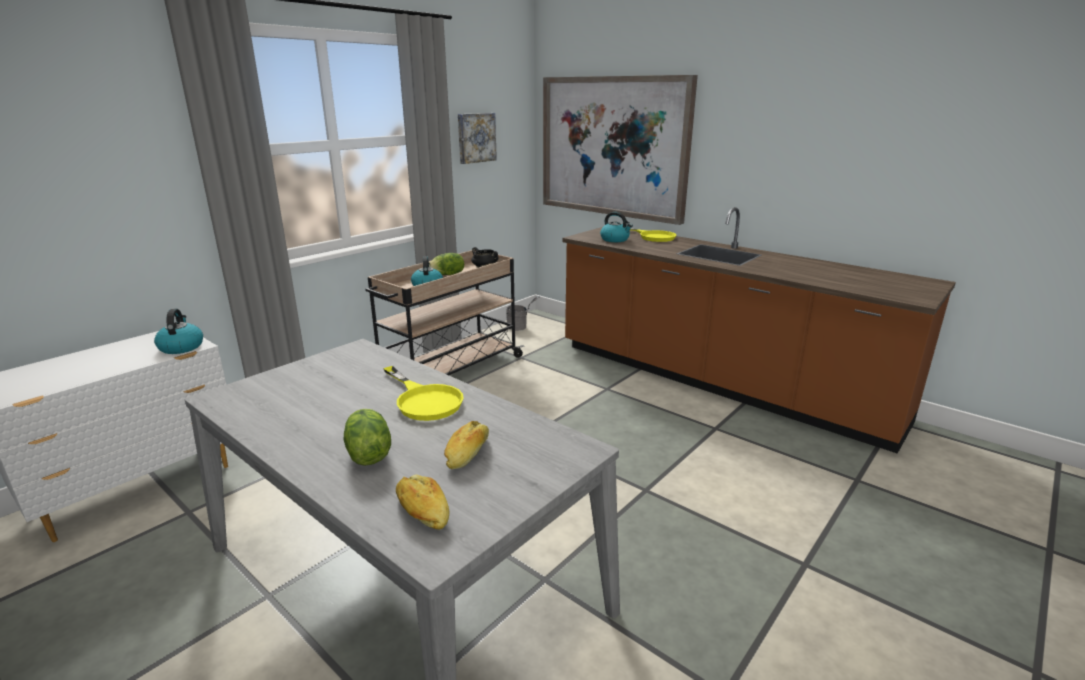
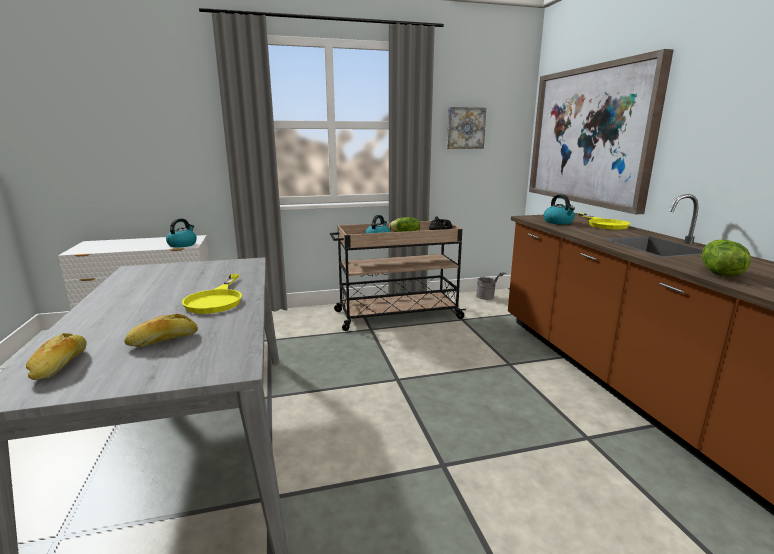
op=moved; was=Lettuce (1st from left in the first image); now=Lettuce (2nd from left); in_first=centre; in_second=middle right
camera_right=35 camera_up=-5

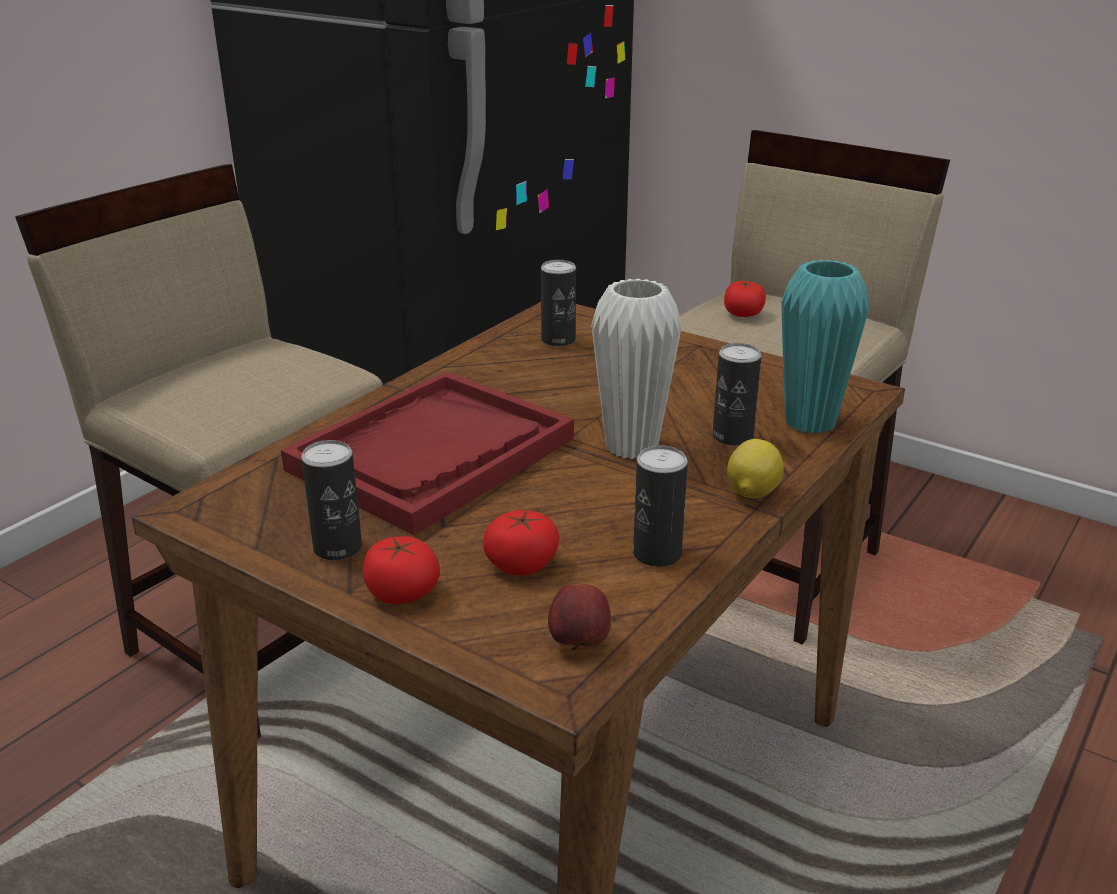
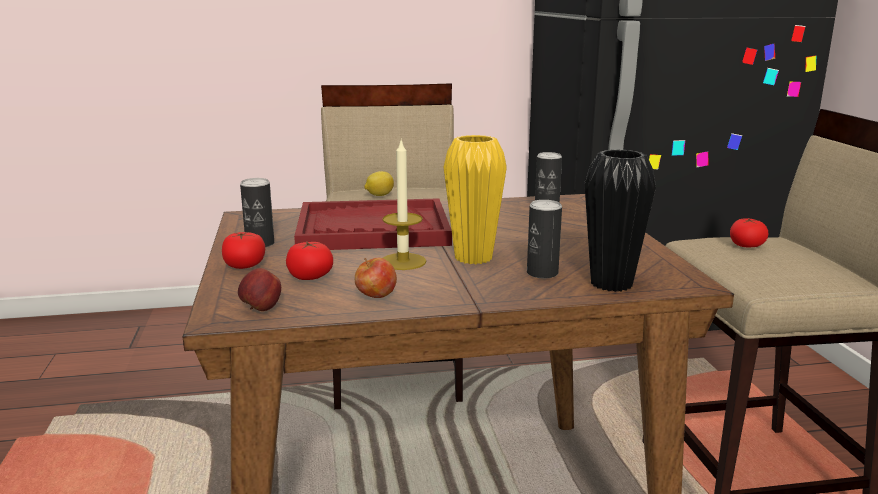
op=added; now=Candle; in_second=centre
op=moved; was=Lemon; in_first=middle right; in_second=centre
op=replaced; was=Can (3rd from left); now=Apple (2nd from left); in_first=centre; in_second=centre
op=recoloured; was=WhiteVase; now=YellowVase; in_first=centre; in_second=centre
op=recoloured; was=TurquoiseVase; now=BlackVase; in_first=middle right; in_second=middle right
camera_right=45 camera_up=-10

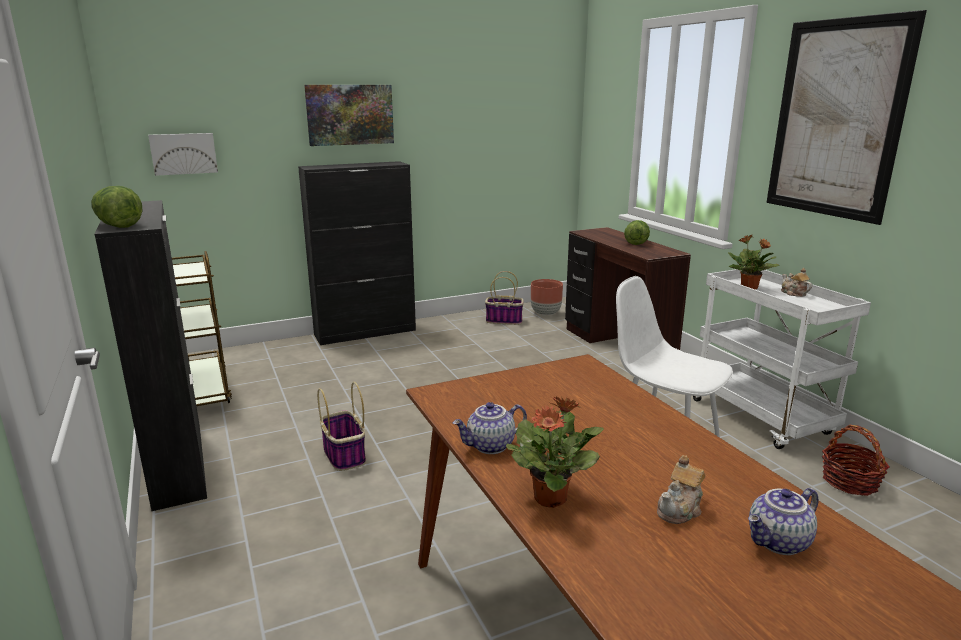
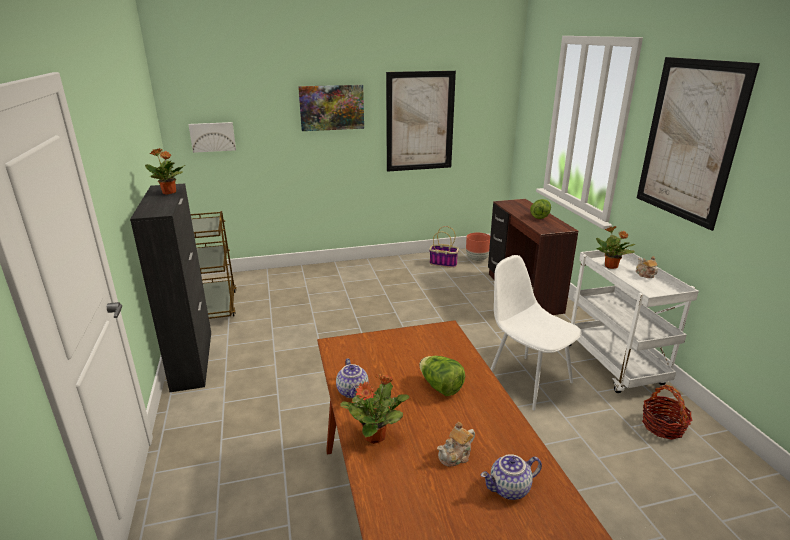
op=removed; was=BlackCabinet (2nd from left); in_first=centre
op=removed; was=Basket (1st from left); in_first=centre
op=added; now=PottedPlant (1st from left); in_second=top left
op=added; now=Picture (3rd from left); in_second=top centre
op=moved; was=Lettuce (1st from left); in_first=top left; in_second=bottom centre
op=turned; was=Teapot (1st from left); in_first=bottom centre; in_second=bottom centre; clockwise=-90
camera_right=10 camera_up=5

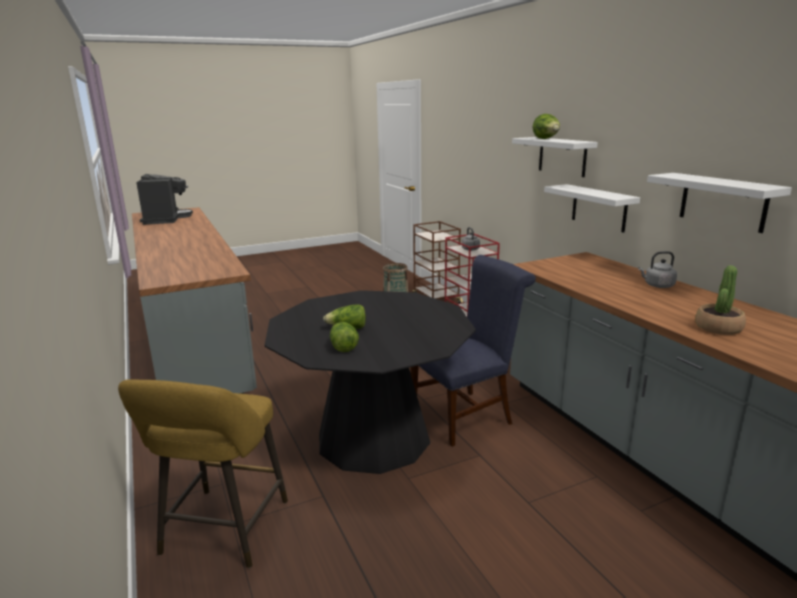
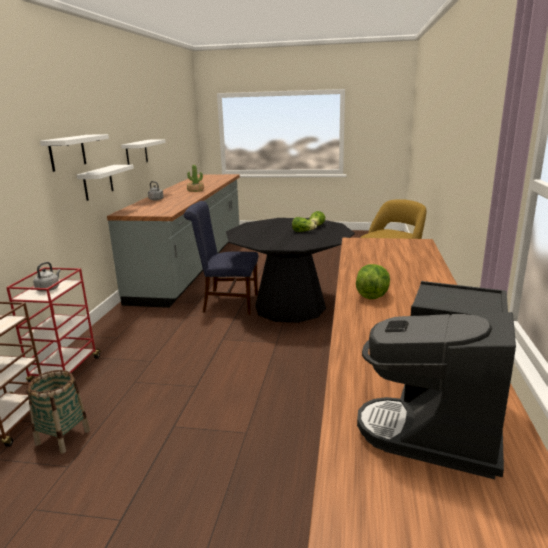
op=moved; was=Lettuce (3rd from left); in_first=top right; in_second=middle right
camera_right=-145 camera_up=0

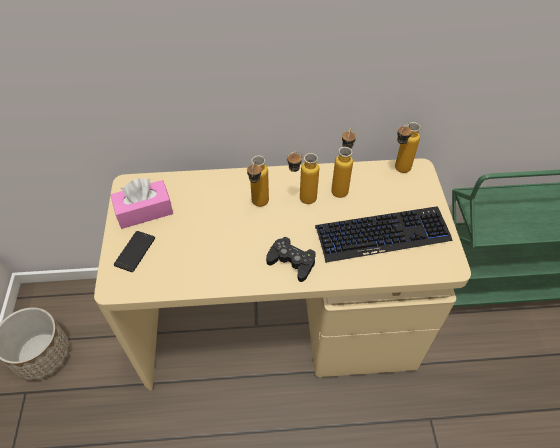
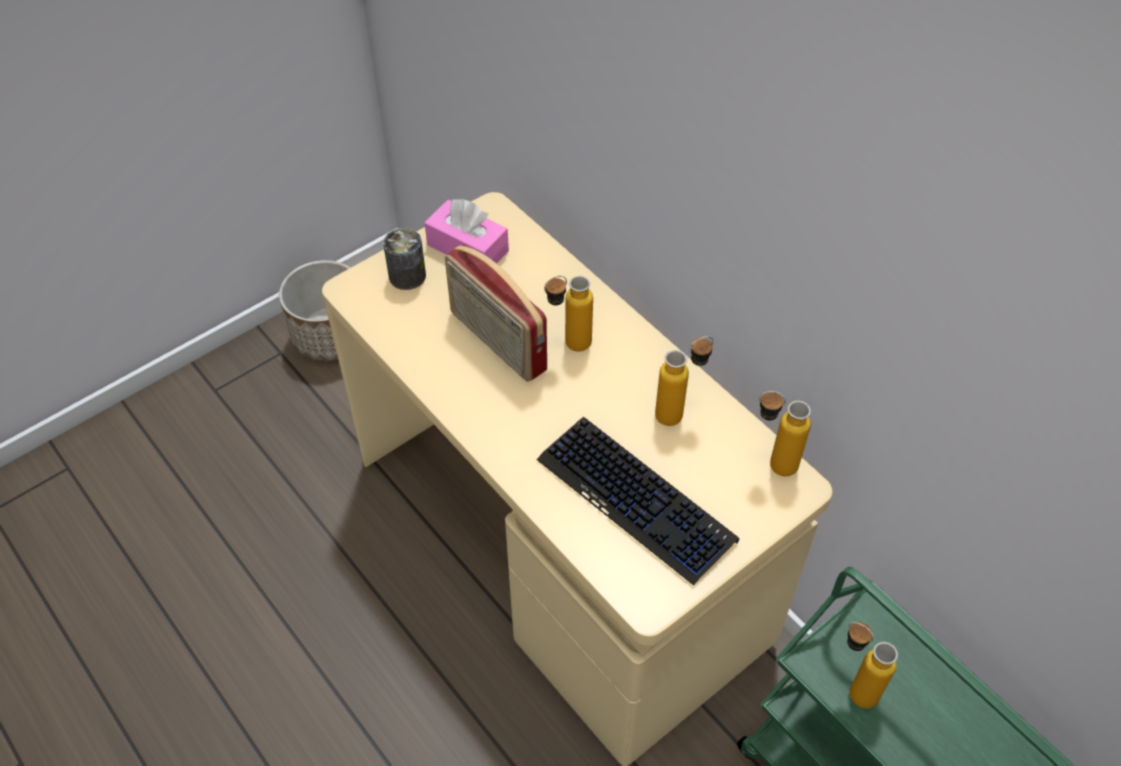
op=removed; was=BlackGameController; in_first=centre
op=added; now=Radio; in_second=centre
op=moved; was=Bottle (2nd from left in the first image); now=Bottle (4th from left); in_first=centre; in_second=bottom right
op=replaced; was=Phone; now=Can; in_first=middle left; in_second=centre
camera_right=55 camera_up=0

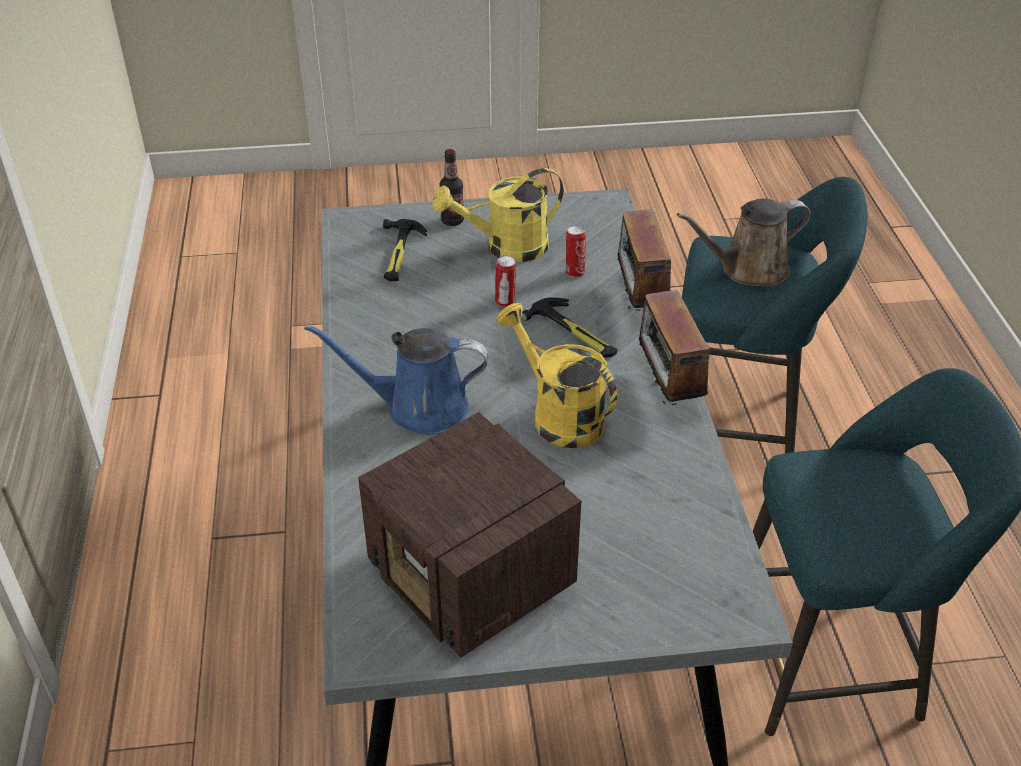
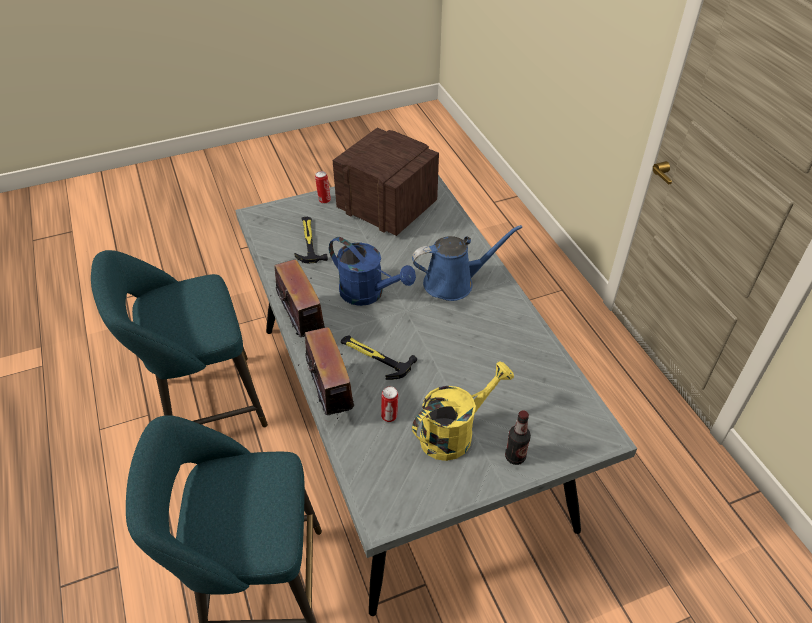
op=removed; was=BrownWateringCan; in_first=top right
op=moved; was=Hammer (1st from left); in_first=top centre; in_second=centre
op=moved; was=Can (1st from left); in_first=centre; in_second=top centre
op=recoloured; was=YellowWateringCan (2nd from left); now=BlueWateringCan (1st from left); in_first=centre; in_second=centre
camera_right=165 camera_up=5

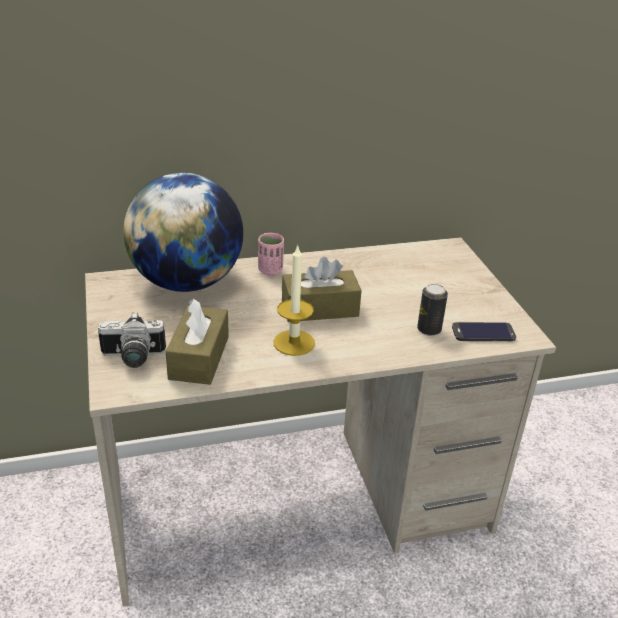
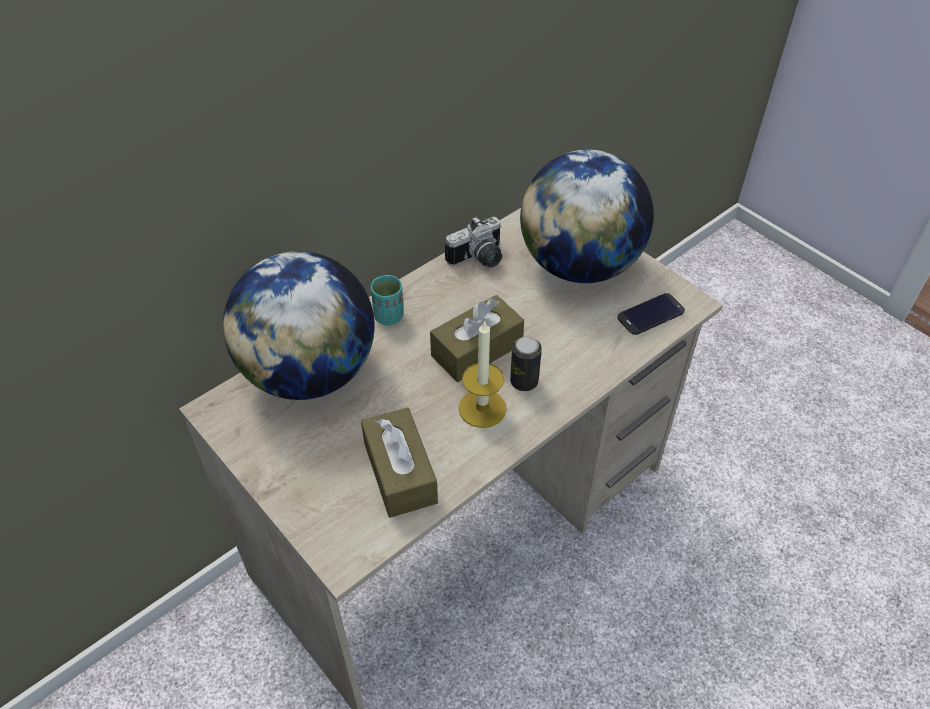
op=added; now=Globe (2nd from left); in_second=top centre
op=moved; was=PhotoCamera; in_first=middle left; in_second=centre
op=moved; was=Can; in_first=middle right; in_second=centre
op=recoloured; was=PinkCup; now=TurquoiseCup; in_first=centre; in_second=centre
camera_right=-25 camera_up=15

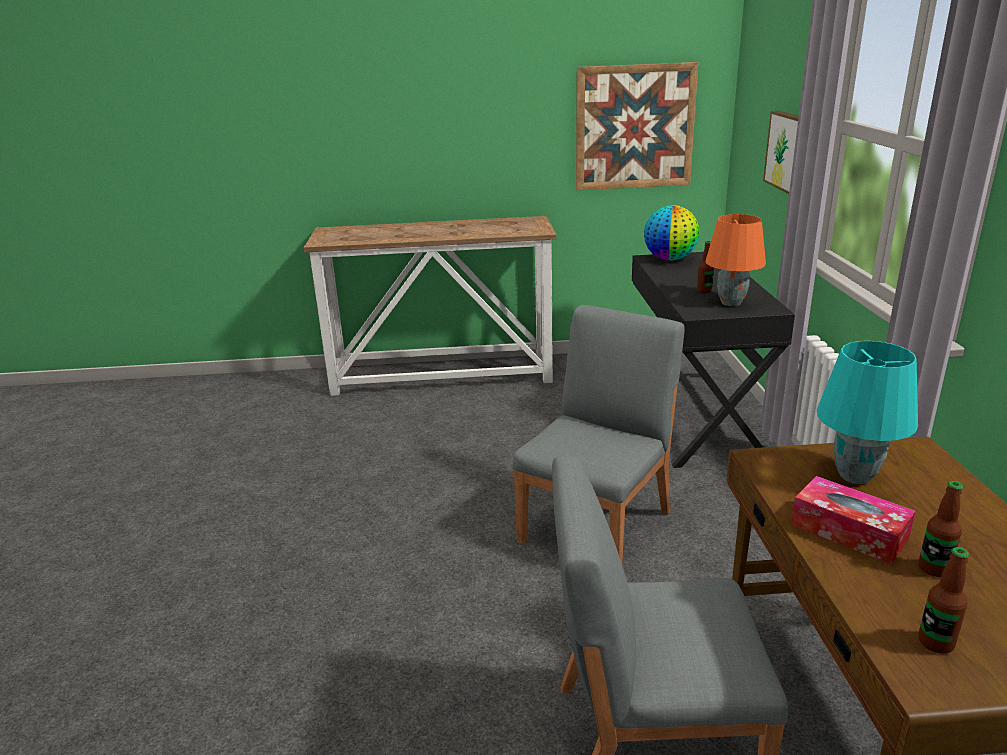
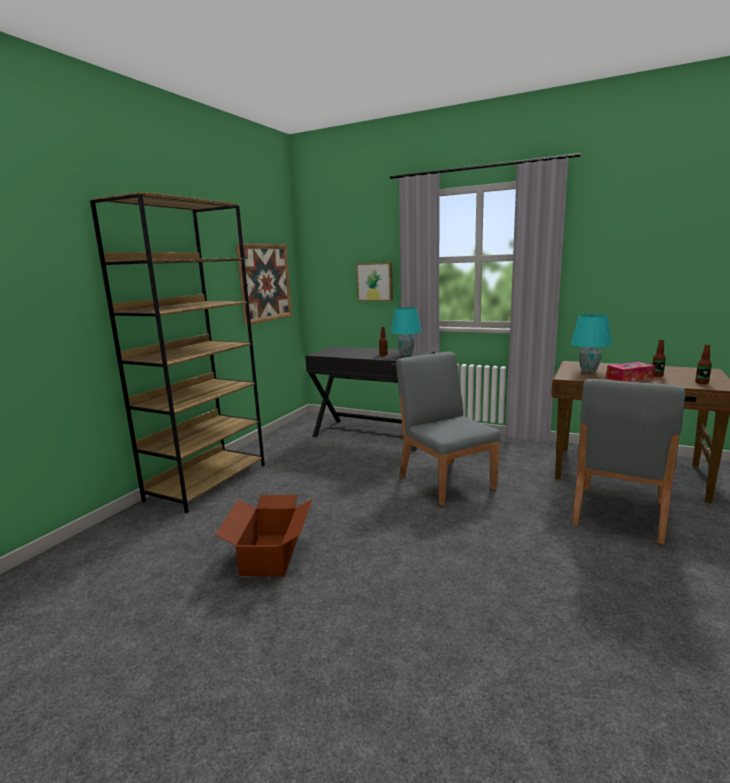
op=removed; was=Globe; in_first=top right
op=added; now=CardboardBox; in_second=bottom centre
op=replaced; was=ConsoleTable; now=BrownBookcase; in_first=centre; in_second=middle left
op=recoloured; was=OrangeTableLamp; now=TurquoiseTableLamp (1st from left); in_first=middle right; in_second=centre
camera_right=-60 camera_up=-10

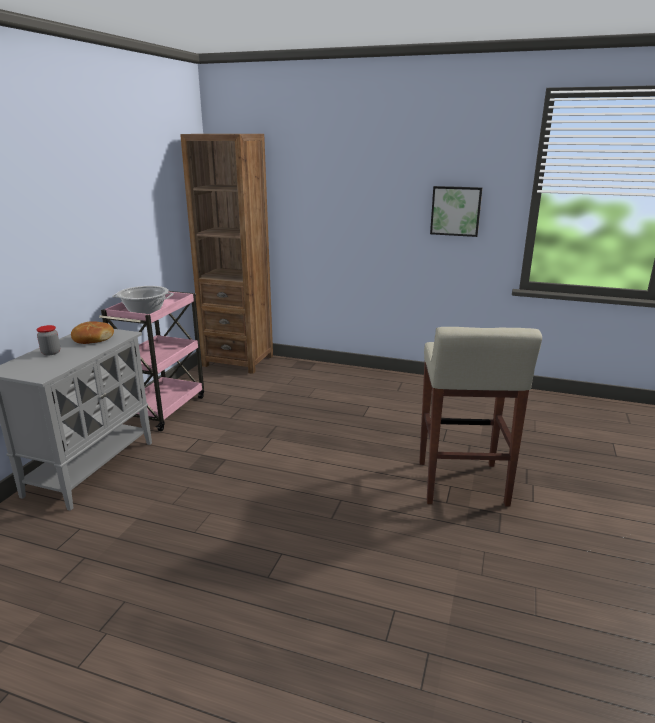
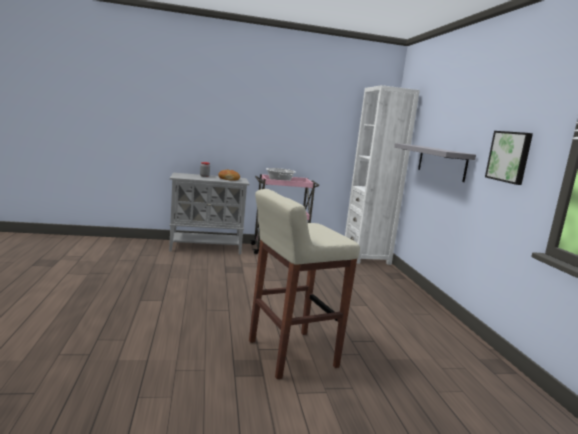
op=added; now=GreyShelf; in_second=middle right
op=recoloured; was=BrownBookcase; now=WhiteBookcase; in_first=centre; in_second=centre
camera_right=60 camera_up=-10

